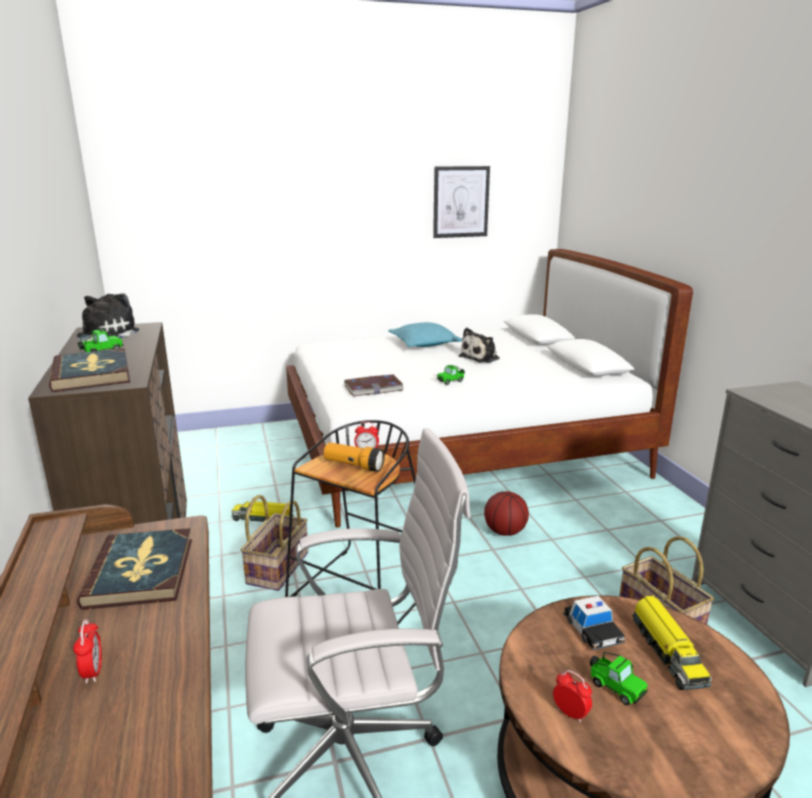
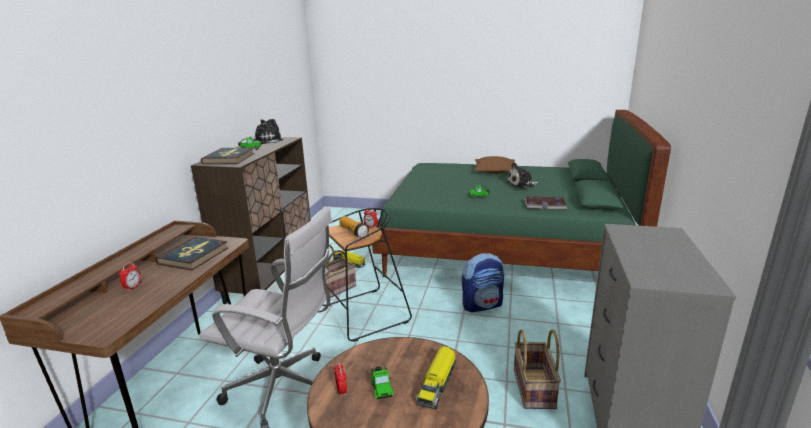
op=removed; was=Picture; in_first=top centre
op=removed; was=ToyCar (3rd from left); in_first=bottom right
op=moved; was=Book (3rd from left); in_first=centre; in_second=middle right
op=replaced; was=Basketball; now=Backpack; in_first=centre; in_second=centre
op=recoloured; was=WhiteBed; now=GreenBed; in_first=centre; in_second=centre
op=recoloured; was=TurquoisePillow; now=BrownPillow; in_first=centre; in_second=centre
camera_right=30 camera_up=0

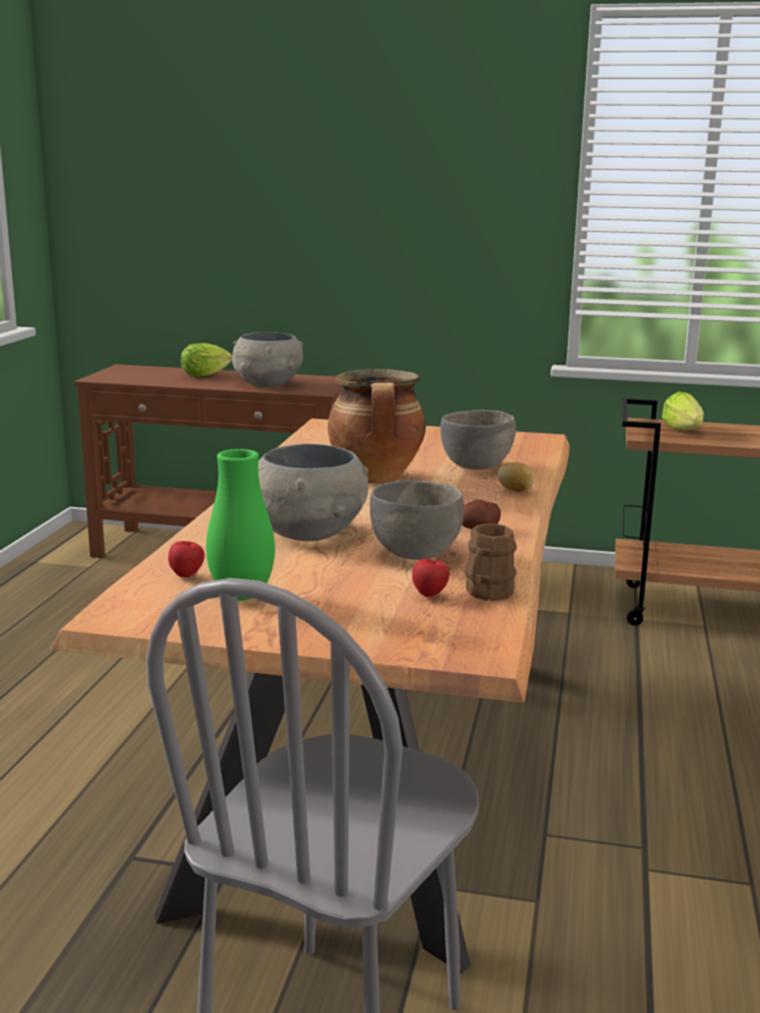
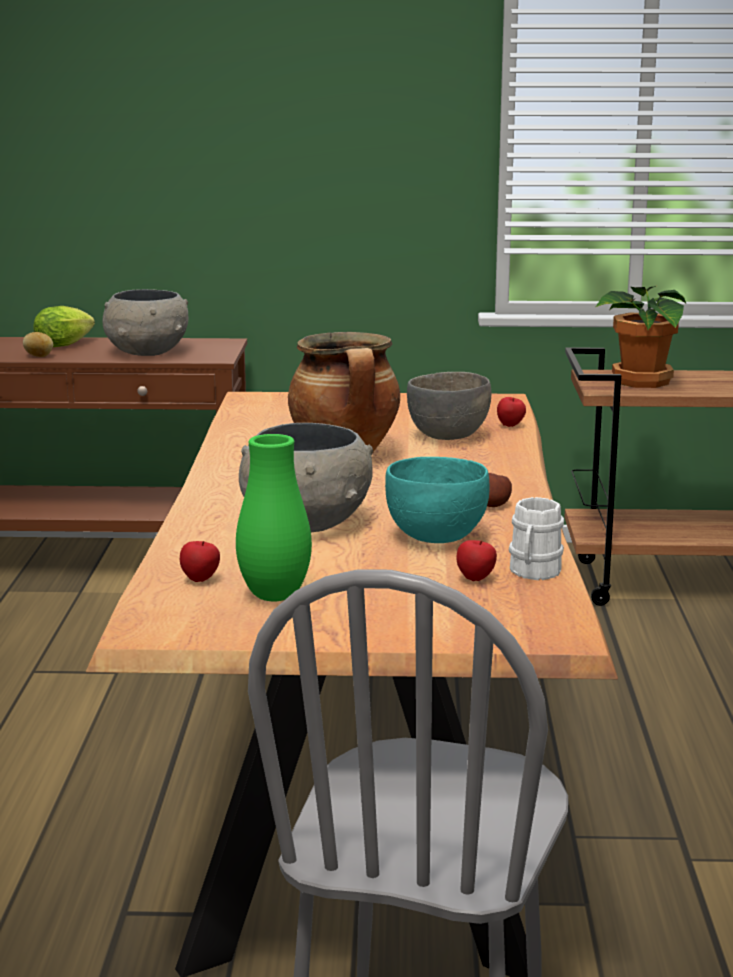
op=added; now=Apple (3rd from left); in_second=middle right
op=moved; was=Potato (2nd from left in the first image); now=Potato (1st from left); in_first=middle right; in_second=middle left
op=replaced; was=Lettuce (2nd from left); now=PottedPlant; in_first=middle right; in_second=middle right
op=recoloured; was=GreyBowl (3rd from left); now=TurquoiseBowl; in_first=centre; in_second=centre
op=recoloured; was=BrownMug; now=WhiteMug; in_first=centre; in_second=middle right
camera_right=-10 camera_up=0

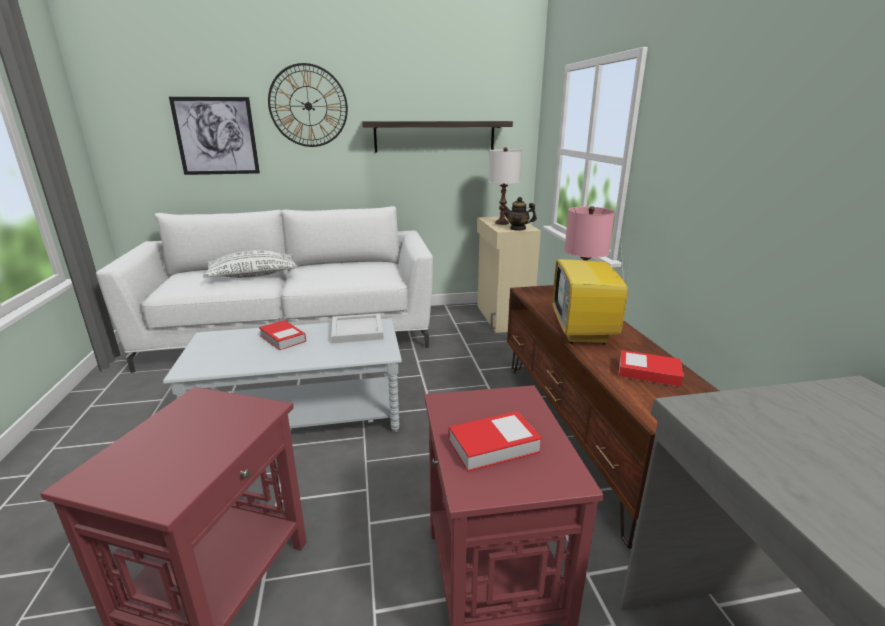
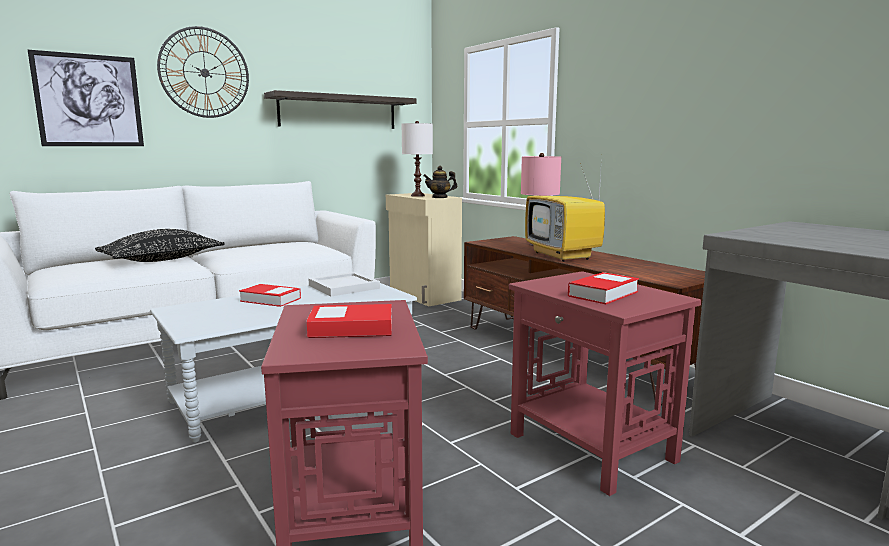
op=moved; was=Book (3rd from left in the first image); now=Book (2nd from left); in_first=middle right; in_second=centre
op=recoloured; was=WhitePillow; now=BlackPillow; in_first=middle left; in_second=middle left
camera_right=-25 camera_up=-10

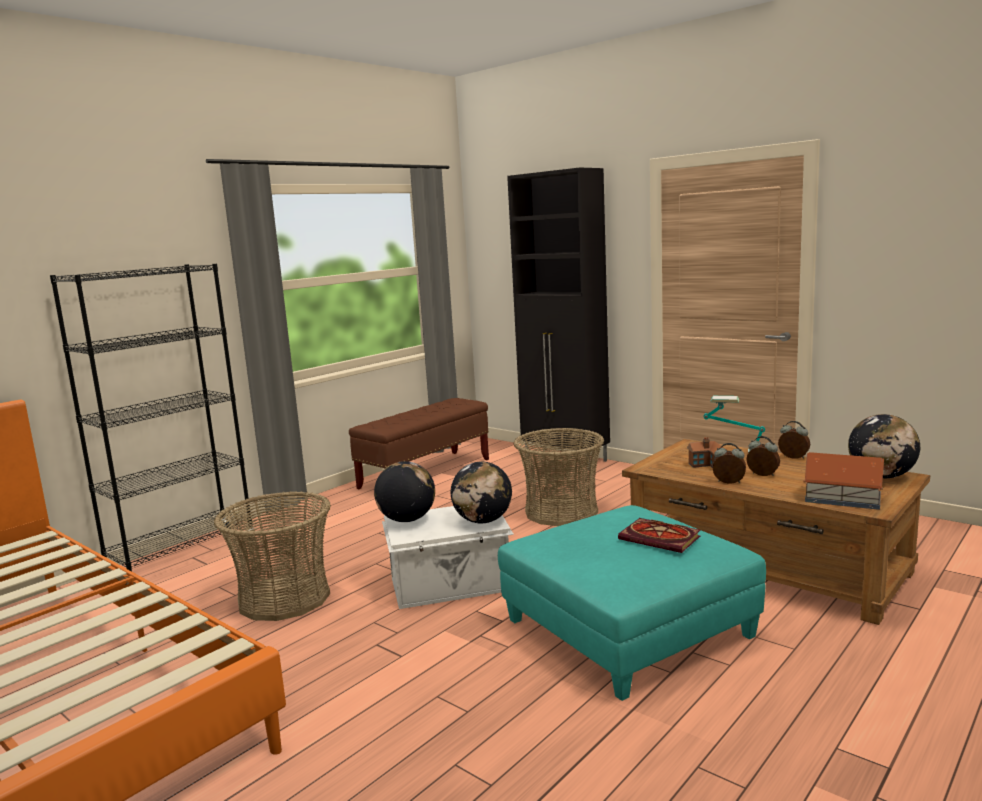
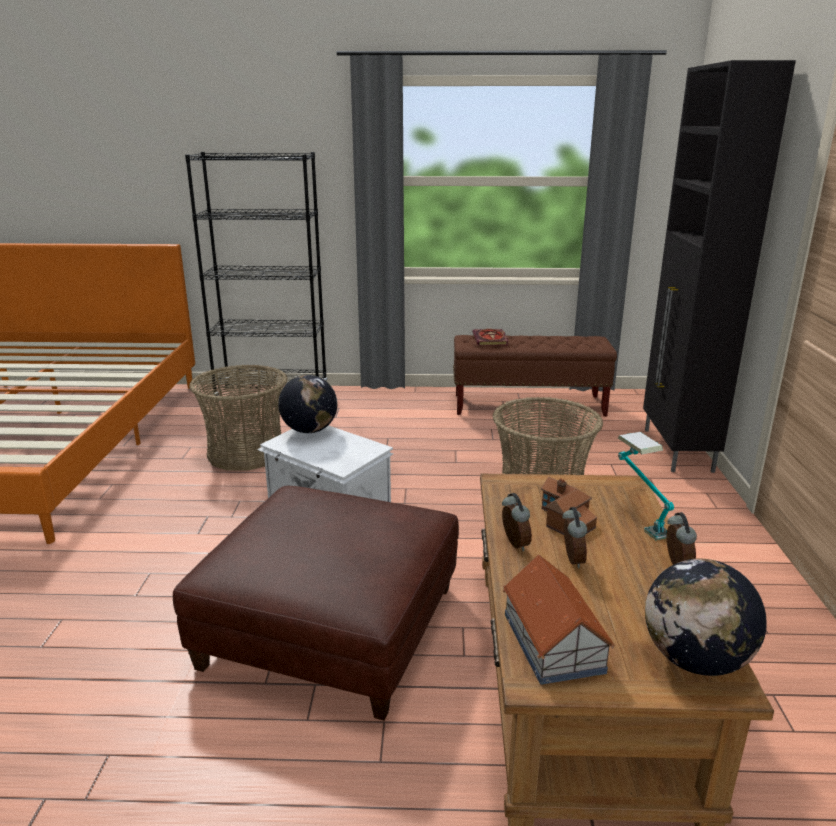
op=removed; was=Globe (2nd from left); in_first=centre
op=moved; was=Book; in_first=bottom right; in_second=centre
op=recoloured; was=TurquoiseOttoman; now=BrownOttoman; in_first=bottom centre; in_second=bottom centre
camera_right=50 camera_up=10

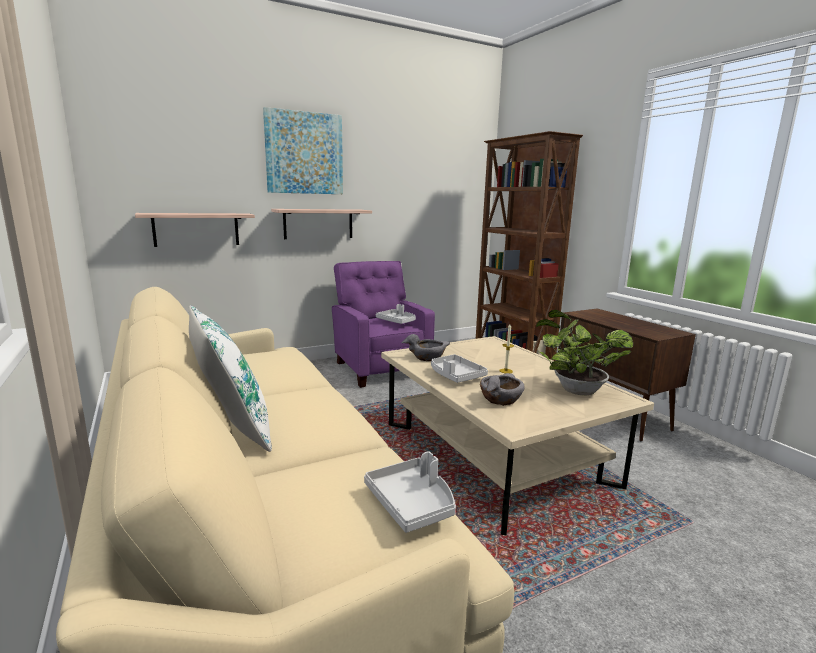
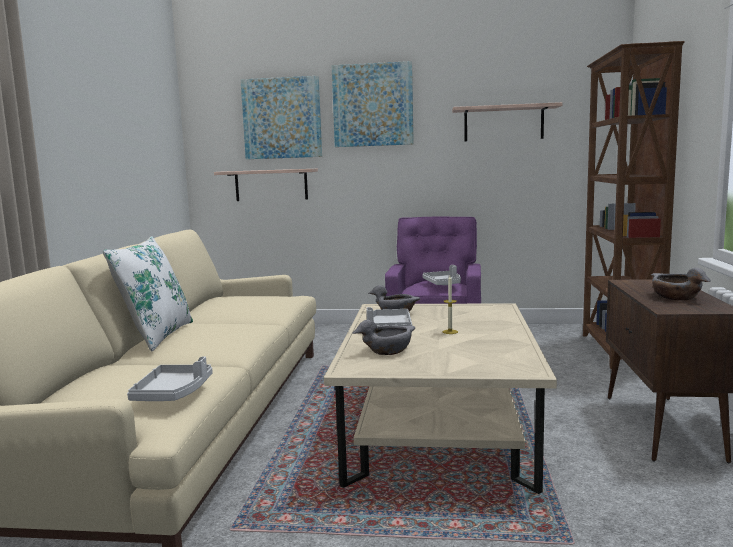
op=removed; was=PottedPlant; in_first=middle right
op=added; now=Picture (1st from left); in_second=top centre
op=added; now=GreyBowl (3rd from left); in_second=middle right
op=moved; was=Shelf (2nd from left); in_first=centre; in_second=top right
camera_right=35 camera_up=-5

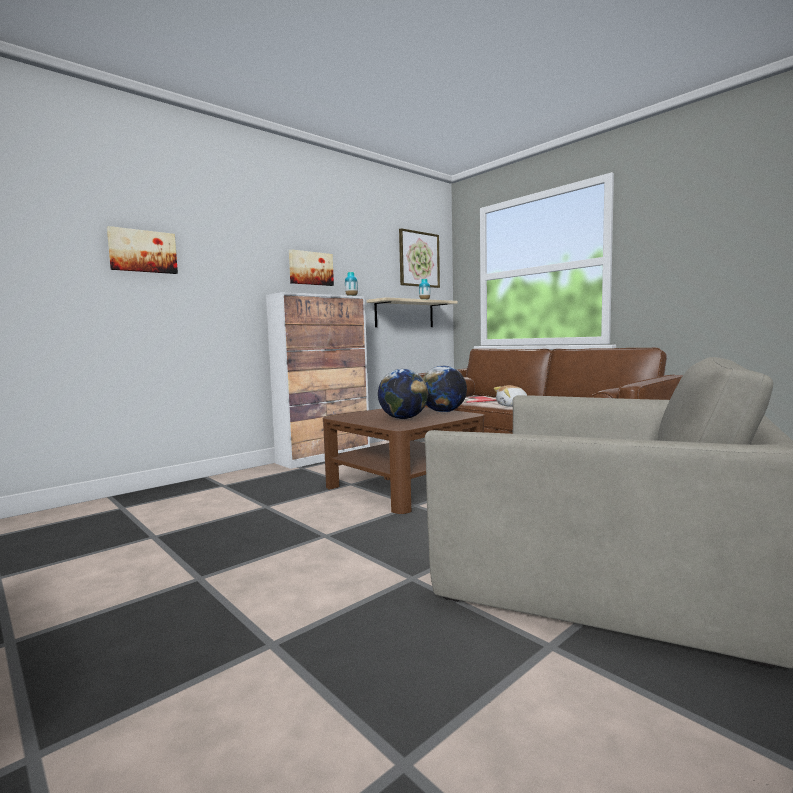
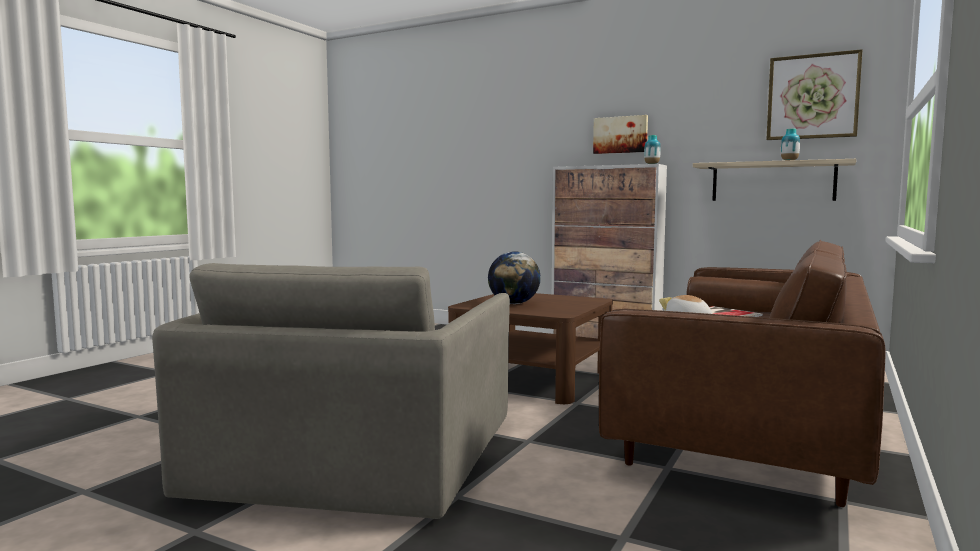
op=removed; was=Picture (1st from left); in_first=top left
op=removed; was=Globe (2nd from left); in_first=centre
camera_right=70 camera_up=0

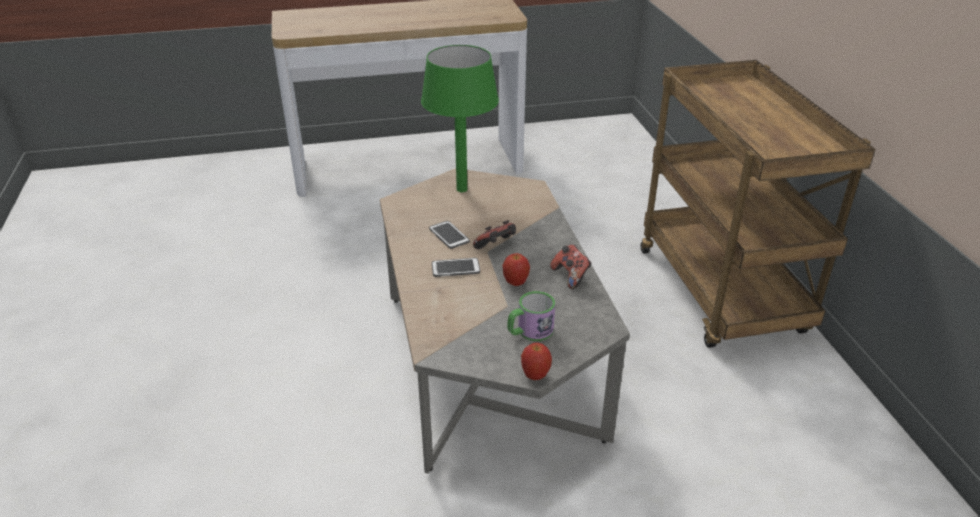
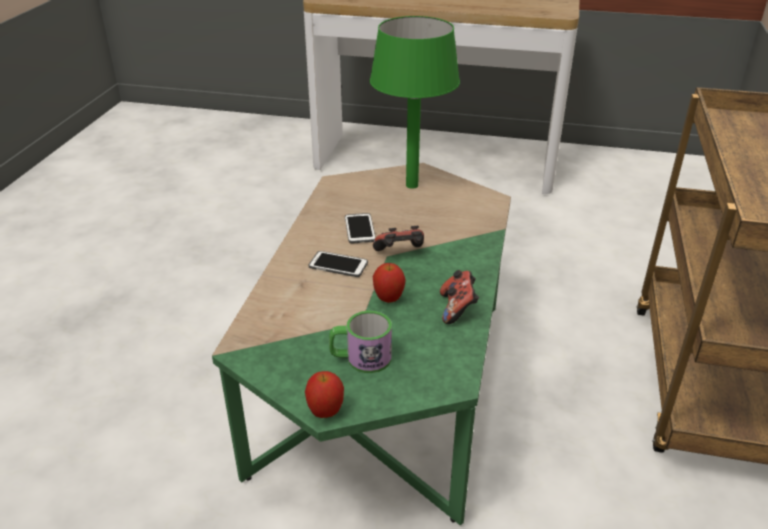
op=recoloured; was=GreyCoffeeTable; now=GreenCoffeeTable; in_first=centre; in_second=centre
camera_right=25 camera_up=0

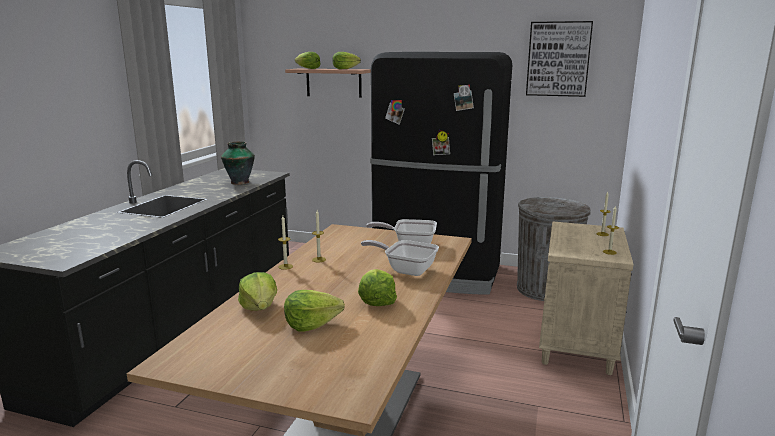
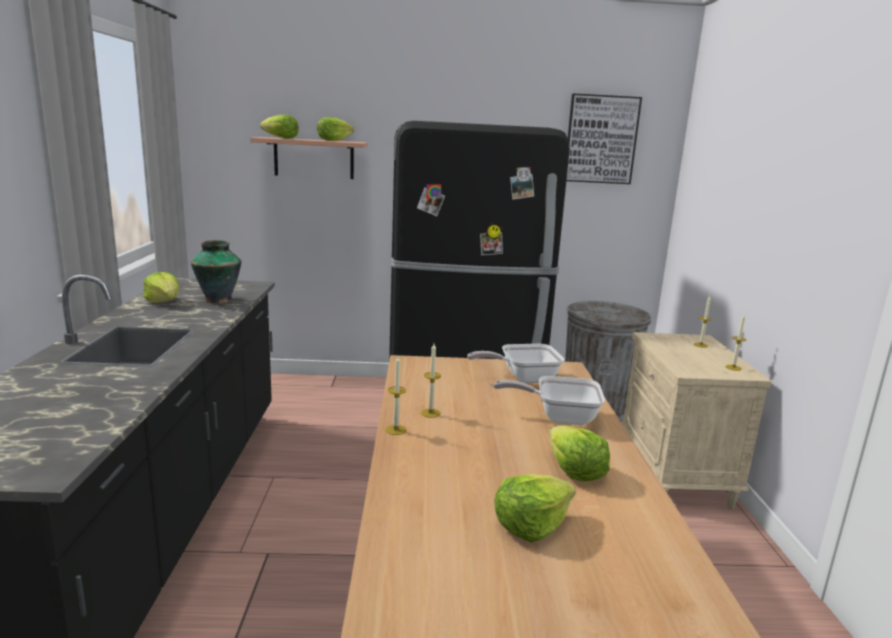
op=moved; was=Lettuce (1st from left); in_first=bottom left; in_second=middle left
camera_right=-20 camera_up=0

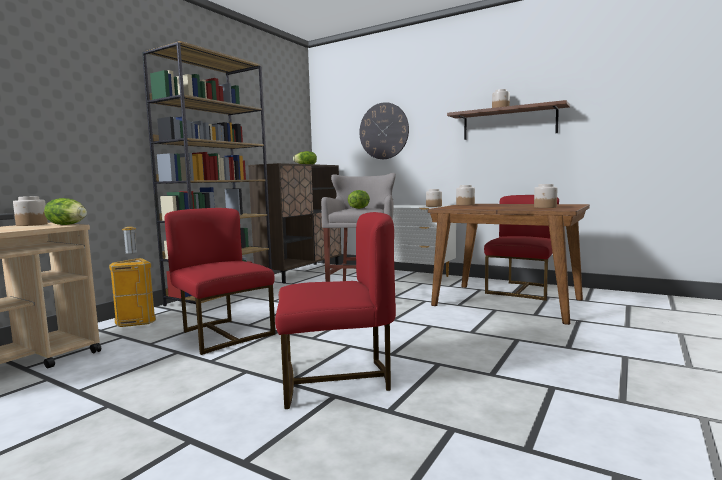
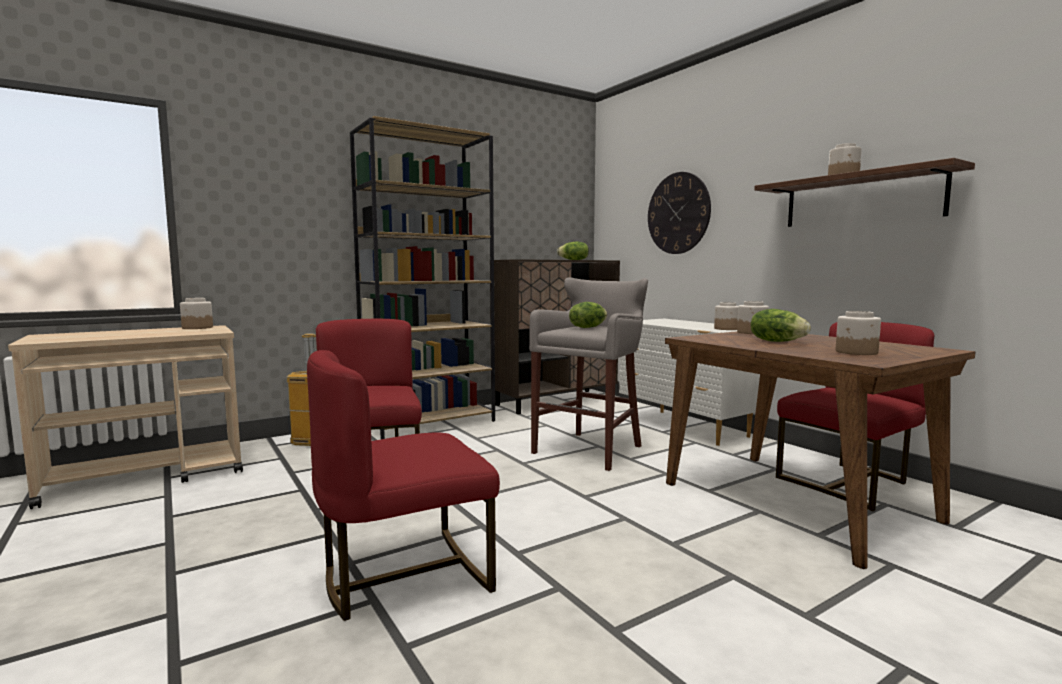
op=moved; was=Lettuce (1st from left in the first image); now=Lettuce (3rd from left); in_first=middle left; in_second=middle right
op=turned; was=RedChair (2nd from left); in_first=centre; in_second=bottom centre; clockwise=135
camera_right=25 camera_up=0

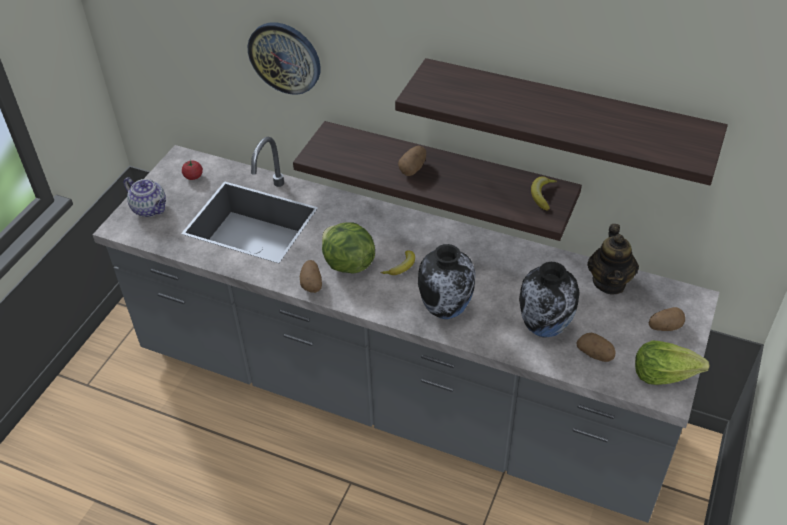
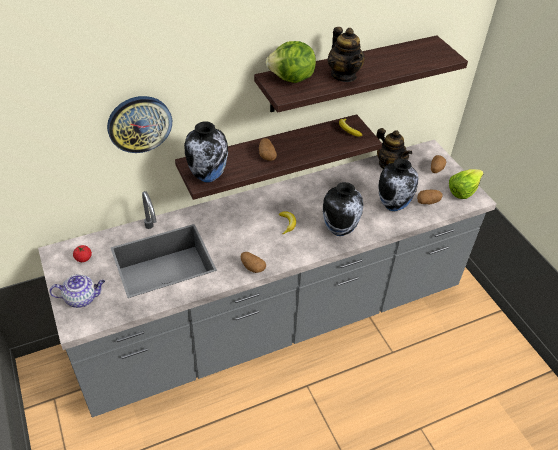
op=added; now=Vase (1st from left); in_second=centre
op=added; now=Teapot (2nd from left); in_second=top centre
op=moved; was=Lettuce (1st from left); in_first=centre; in_second=top centre
camera_right=-50 camera_up=0

